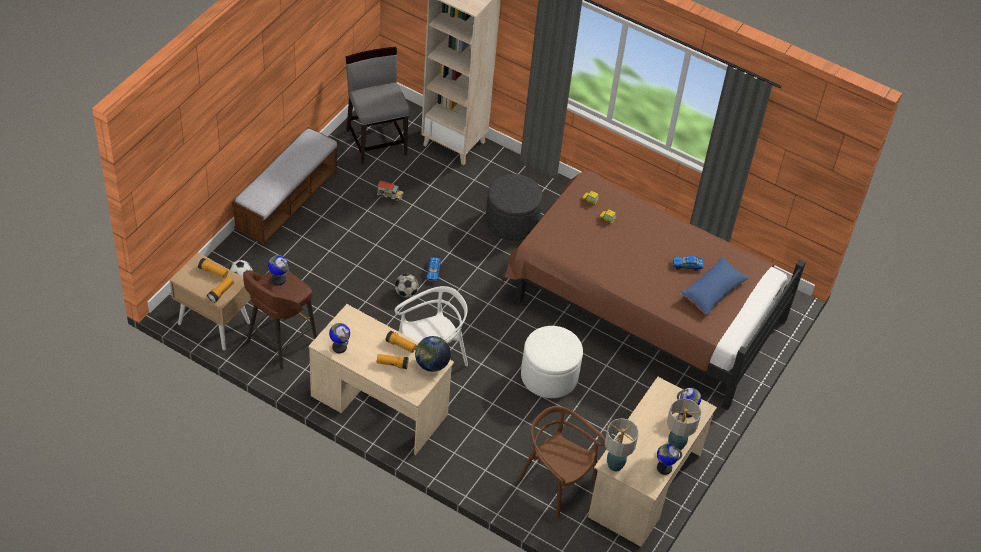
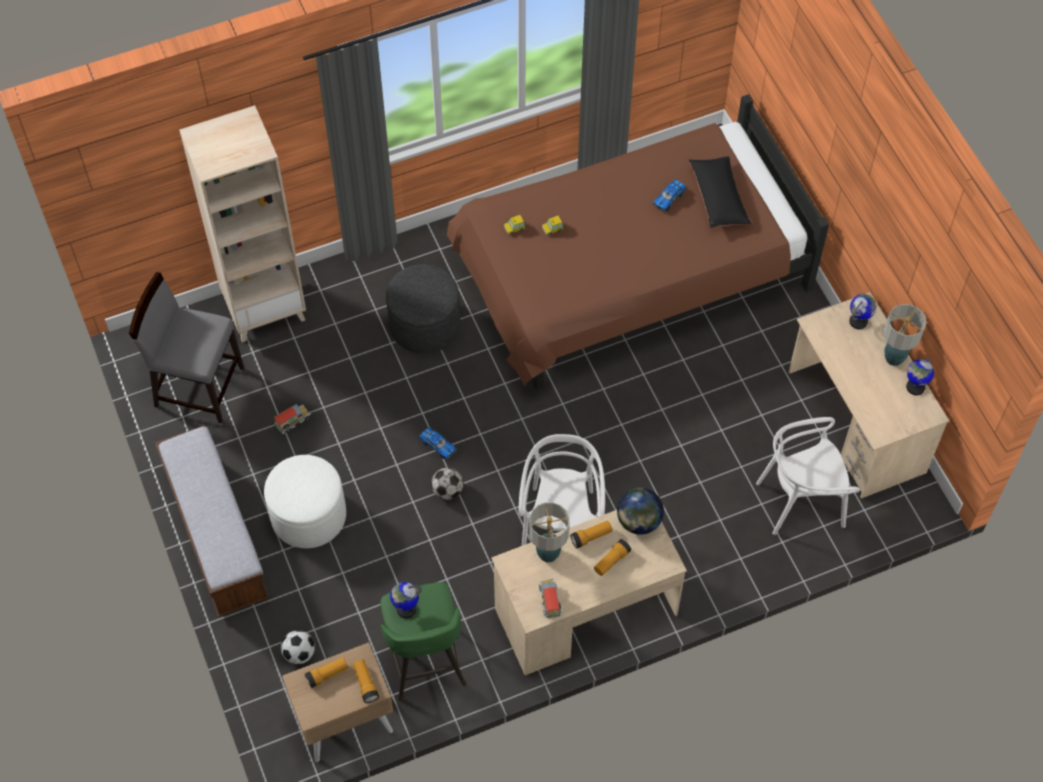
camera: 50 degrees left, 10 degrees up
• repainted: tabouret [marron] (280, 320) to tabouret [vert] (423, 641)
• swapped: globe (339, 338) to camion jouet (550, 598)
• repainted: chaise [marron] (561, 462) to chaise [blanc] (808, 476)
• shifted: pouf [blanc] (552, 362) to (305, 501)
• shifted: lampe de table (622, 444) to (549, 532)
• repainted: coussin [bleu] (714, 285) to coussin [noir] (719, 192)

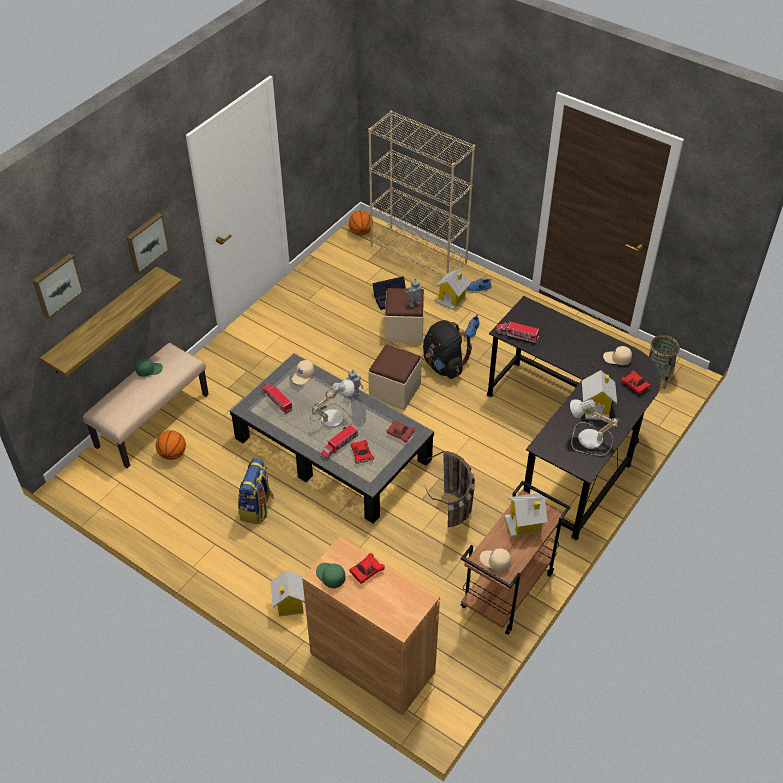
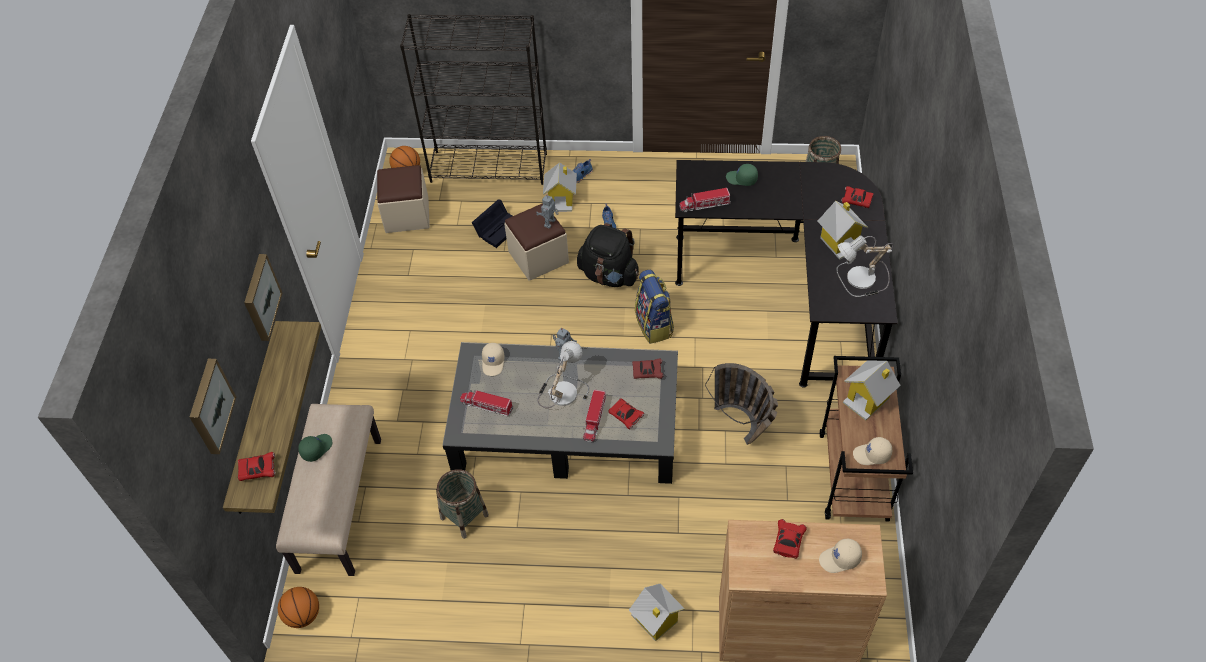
camera: 30 degrees left, 5 degrees up
• shifted: ballon de basket (171, 445) to (298, 607)
• shifted: sac à dos (256, 491) to (654, 307)
• shifted: casquette [vert] (331, 575) to (742, 175)
• repainted: bibliothèque [beige] (421, 194) to bibliothèque [noir] (473, 99)
• shifted: pouf [beige] (395, 377) to (403, 199)
• shifted: casquette [beige] (617, 355) to (840, 556)
• new: petite voiture [rouge] (257, 466)
• new: panier (462, 504)

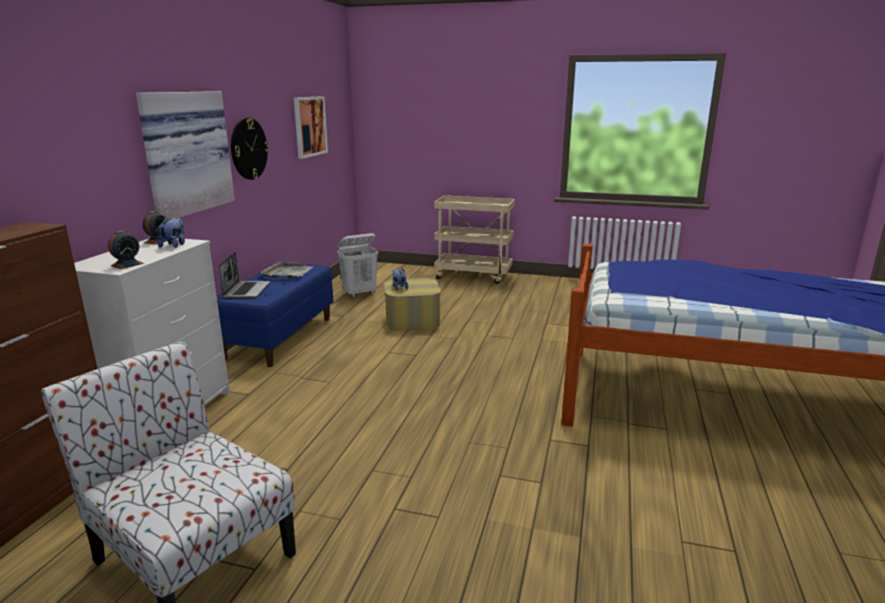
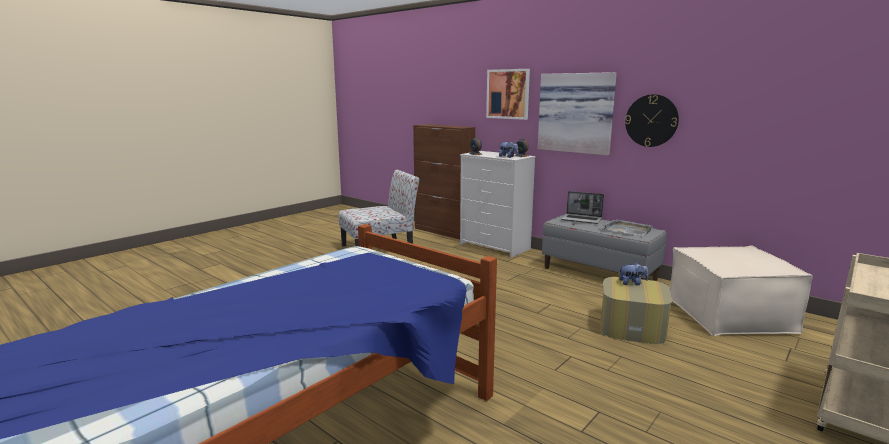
camera: 115 degrees right, 5 degrees down
• repainted: banc [bleu] (275, 315) to banc [gris] (604, 247)
• shifted: tableau (311, 127) to (508, 94)
• swapped: panier à linge [blanc] (357, 265) to pouf [beige] (741, 290)

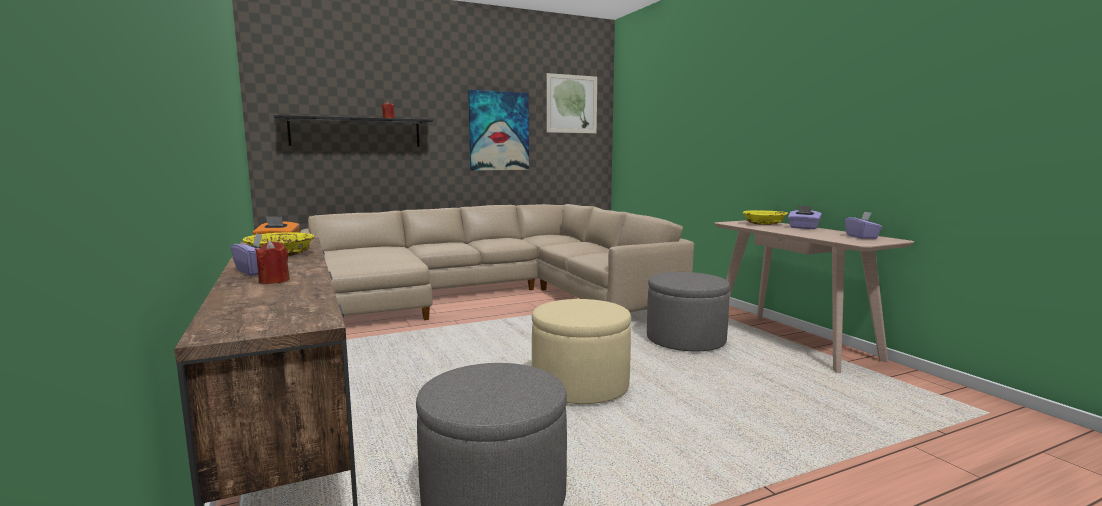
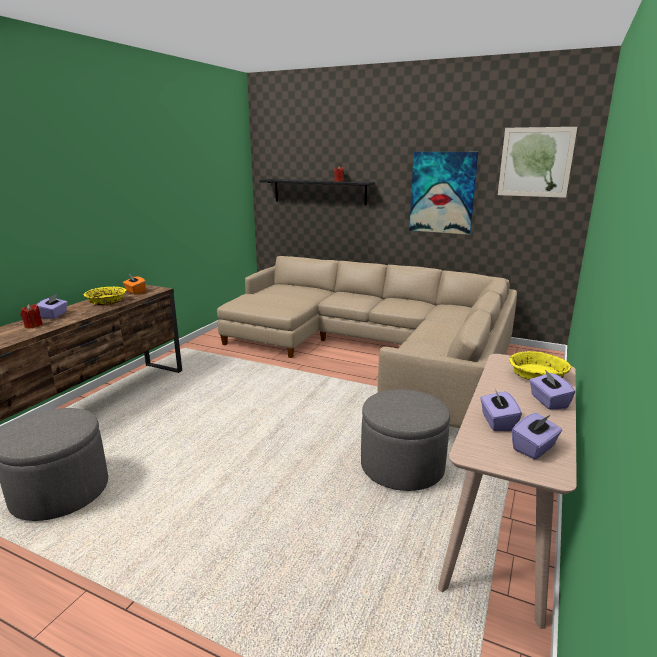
camera: 50 degrees right, 10 degrees up
• gone: pouf [beige] (581, 351)
• new: boîte à mouchoirs [violet] (501, 410)

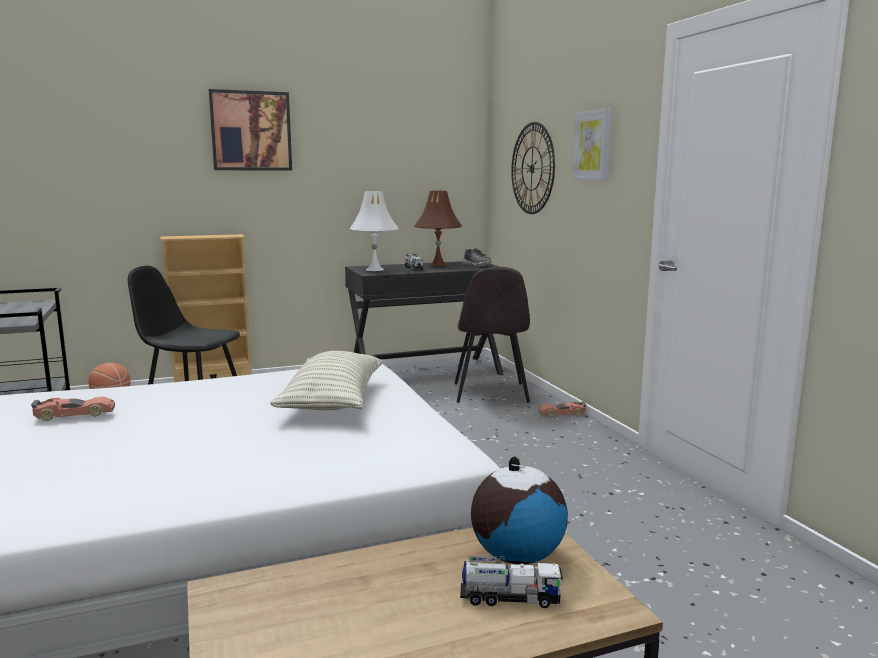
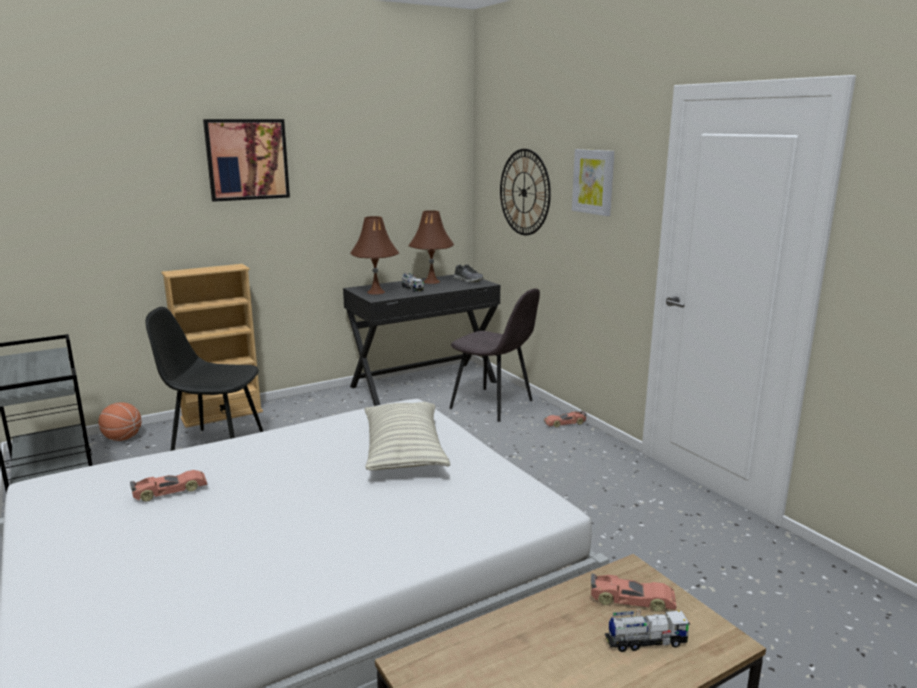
camera: 10 degrees left, 5 degrees up
• repainted: lampe de table [blanc] (374, 231) to lampe de table [marron] (374, 255)
• rotated: chaise [gris] (492, 335) = (495, 355) 45 degrees counterclockwise
• swapped: globe (519, 510) to petite voiture (633, 593)

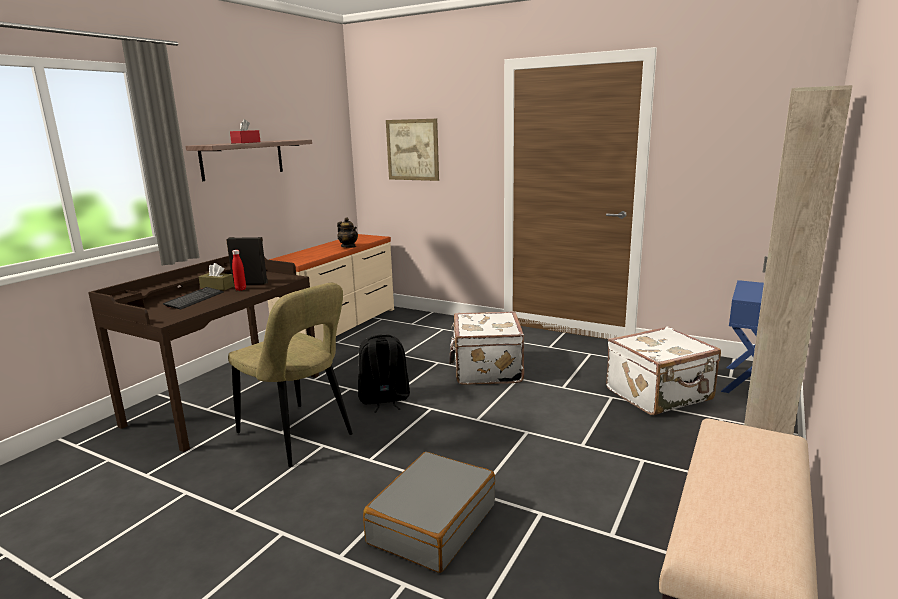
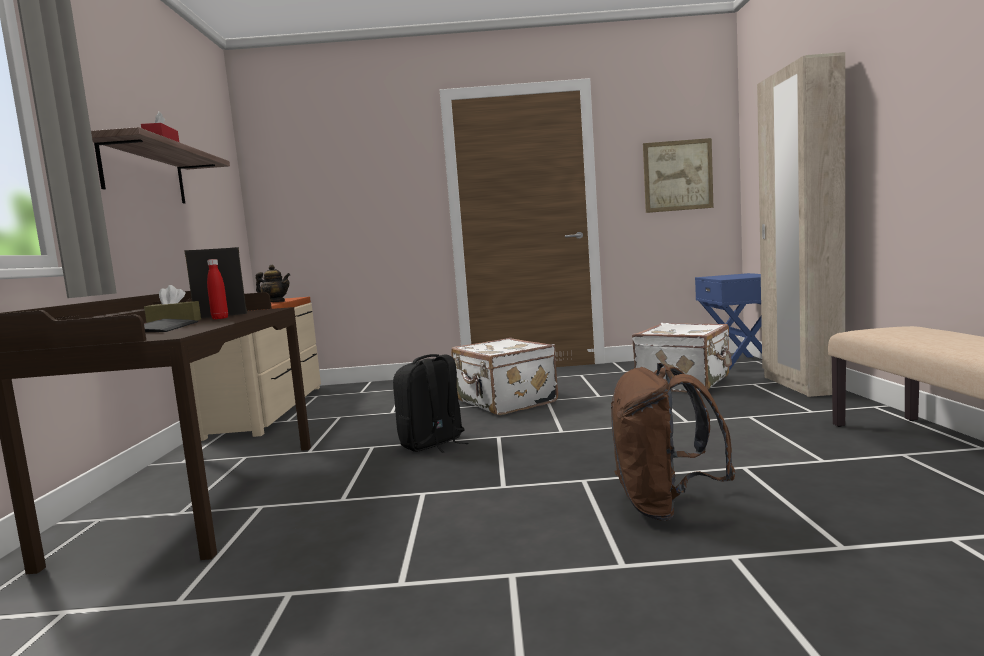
camera: 30 degrees left, 10 degrees down
• gone: chaise [beige] (290, 375)
• swapped: valise [gris] (429, 512) to sac à dos [marron] (673, 442)
• shifted: tableau (412, 150) to (678, 175)

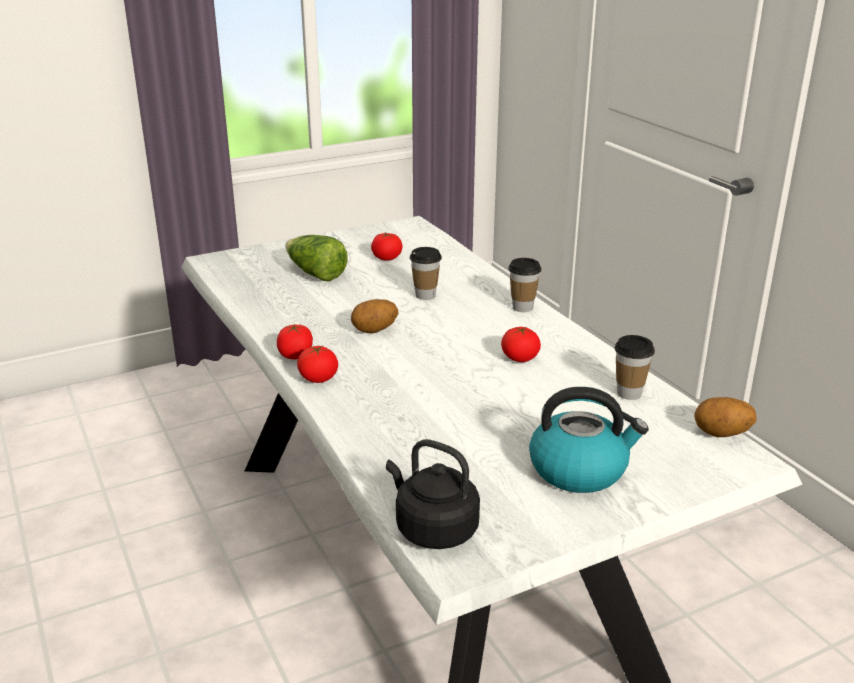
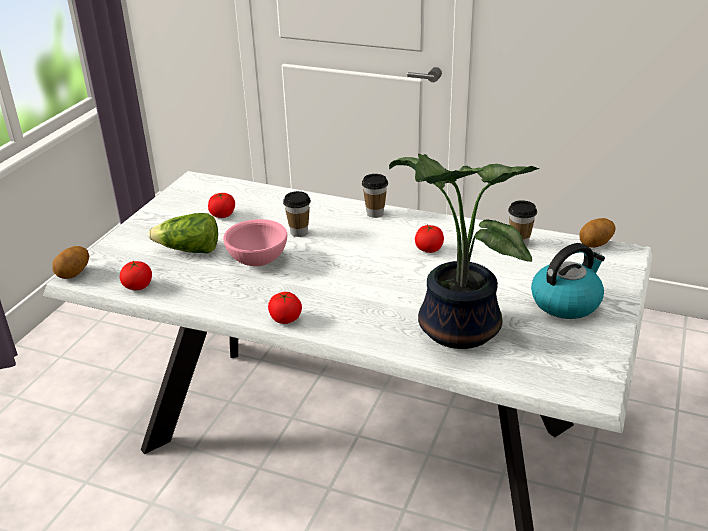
camera: 40 degrees left, 5 degrees up
• shifted: tomate (317, 364) to (136, 275)
• shifted: pomme de terre (375, 316) to (71, 262)
• gone: bouilloire [noir] (433, 494)
• new: bol [rose] (255, 242)
• new: plante en pot (464, 251)

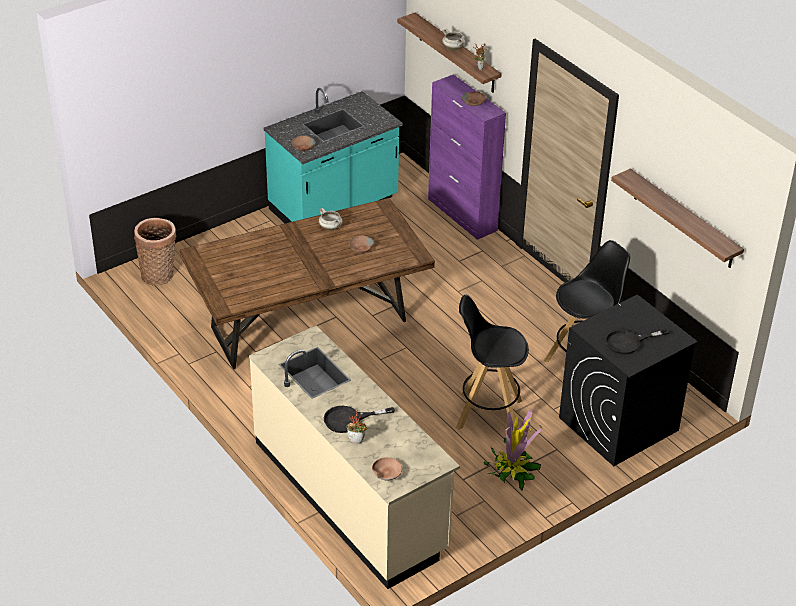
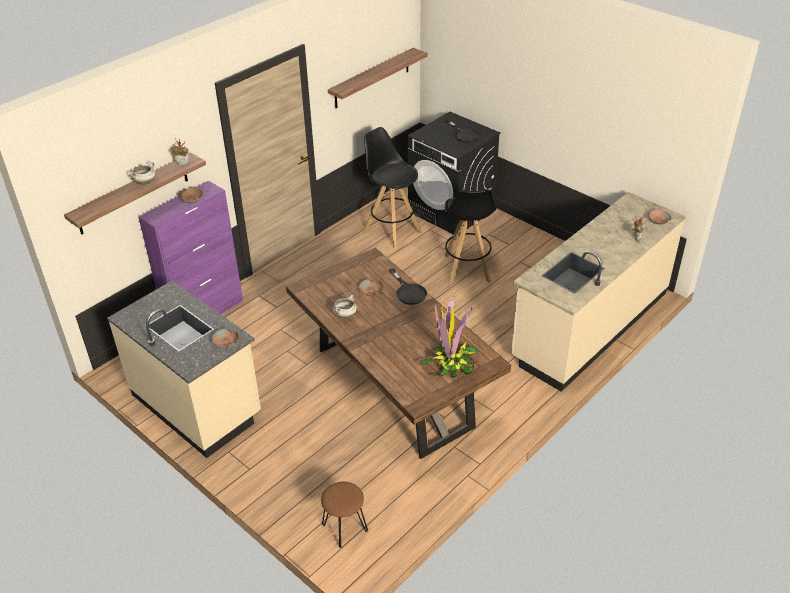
camera: 100 degrees left, 0 degrees up
• swapped: panier (155, 252) to tabouret [marron] (344, 515)
• repainted: comptoir de cuisine [turquoise] (333, 155) to comptoir de cuisine [beige] (184, 369)
• shifted: poêle [noir] (359, 419) to (408, 286)
• shifted: plante en pot (513, 449) to (449, 336)

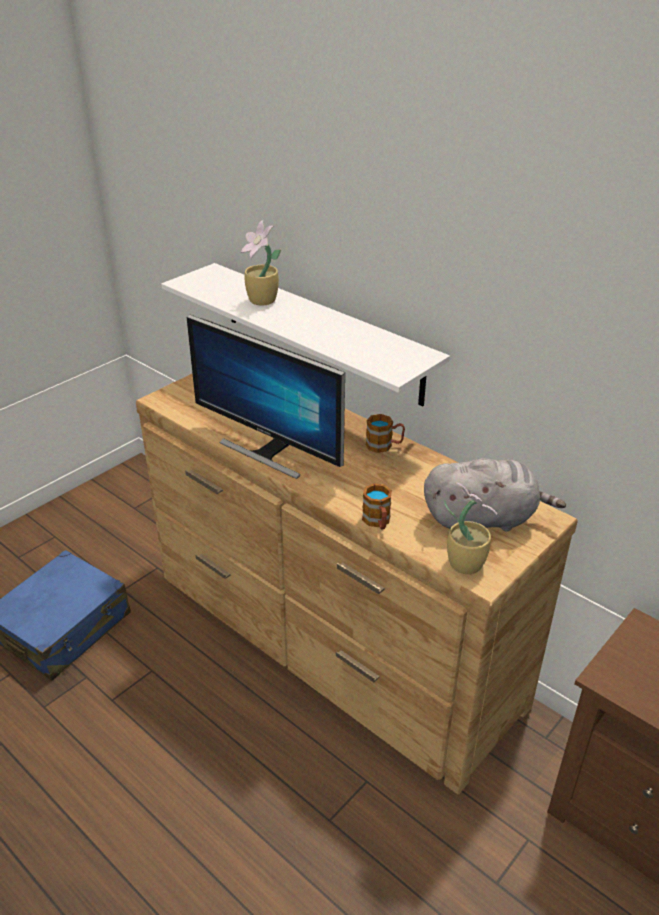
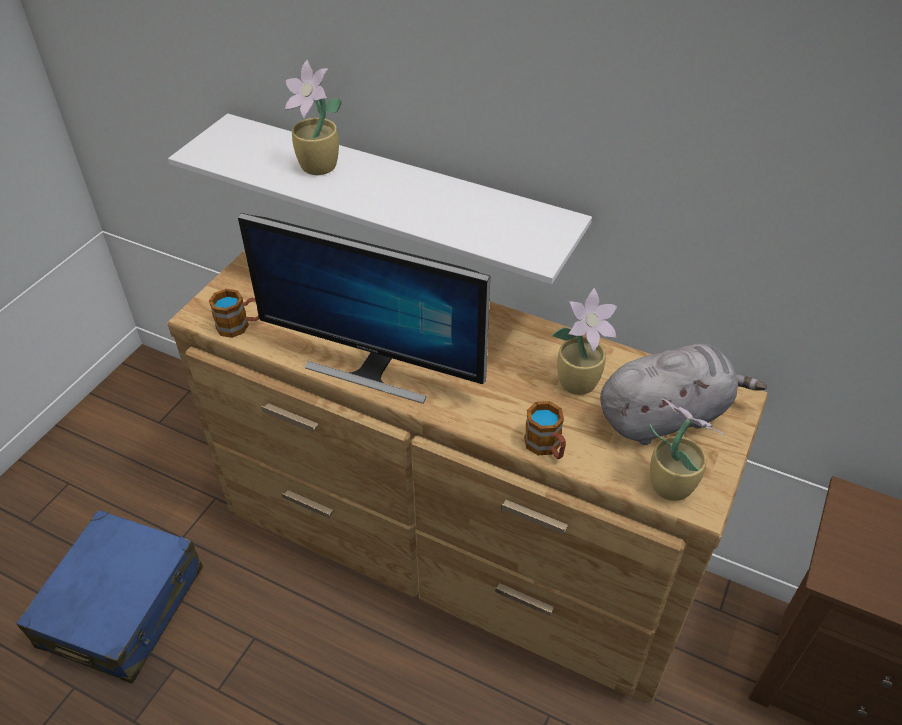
camera: 15 degrees left, 10 degrees up
• shifted: mug (385, 433) to (234, 313)
• new: plante en pot (584, 341)

